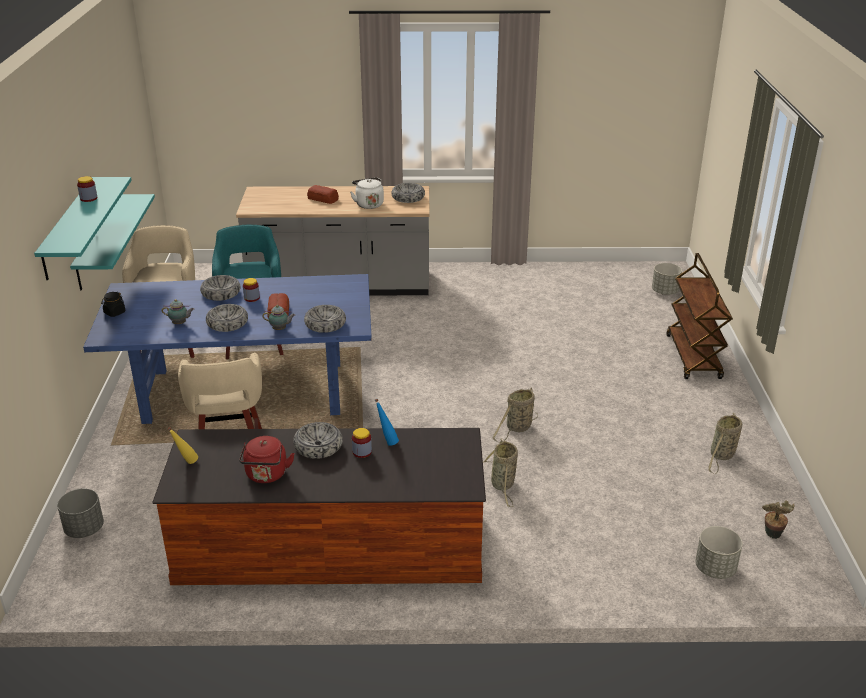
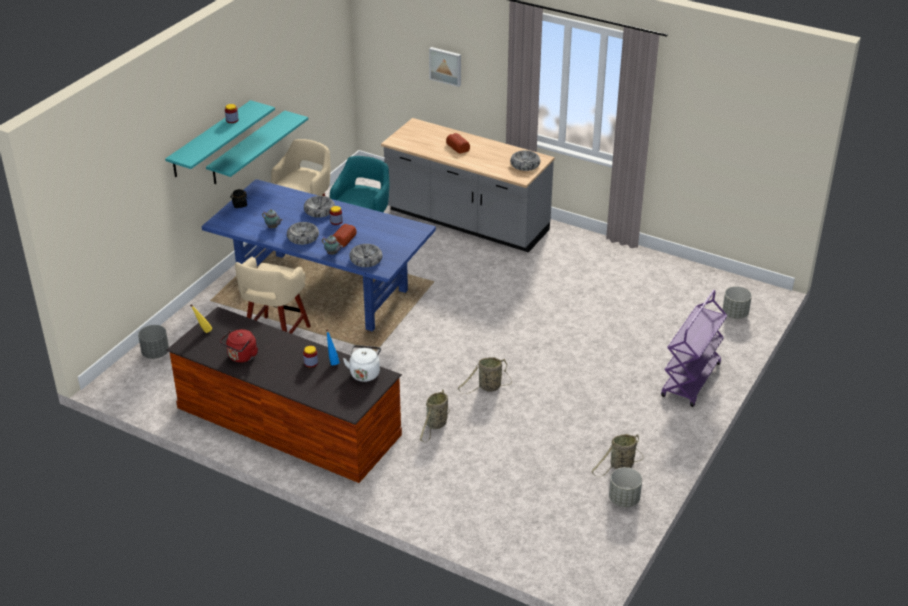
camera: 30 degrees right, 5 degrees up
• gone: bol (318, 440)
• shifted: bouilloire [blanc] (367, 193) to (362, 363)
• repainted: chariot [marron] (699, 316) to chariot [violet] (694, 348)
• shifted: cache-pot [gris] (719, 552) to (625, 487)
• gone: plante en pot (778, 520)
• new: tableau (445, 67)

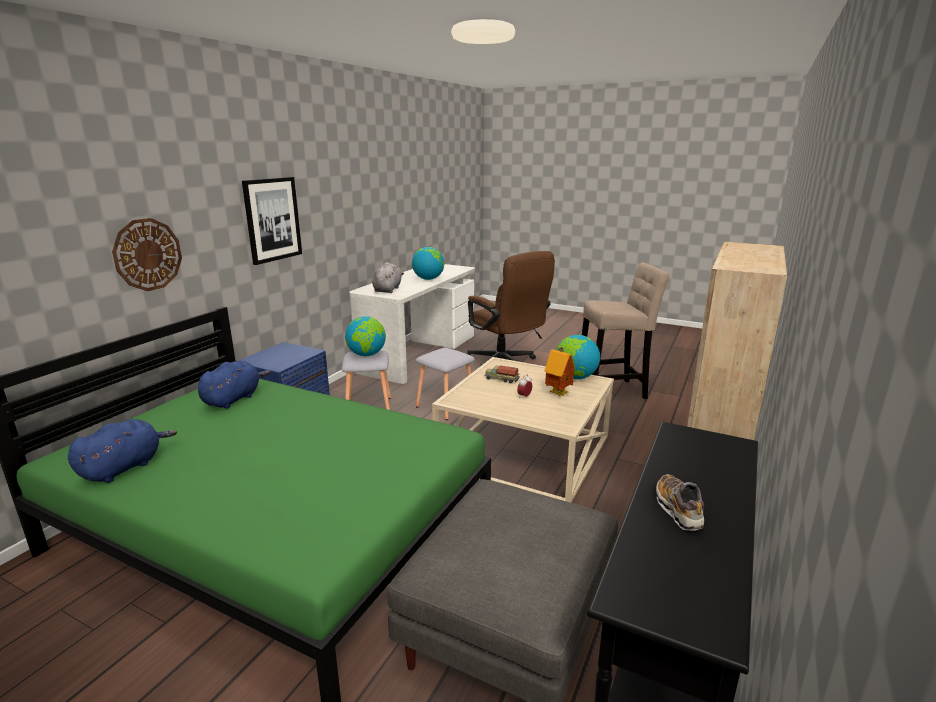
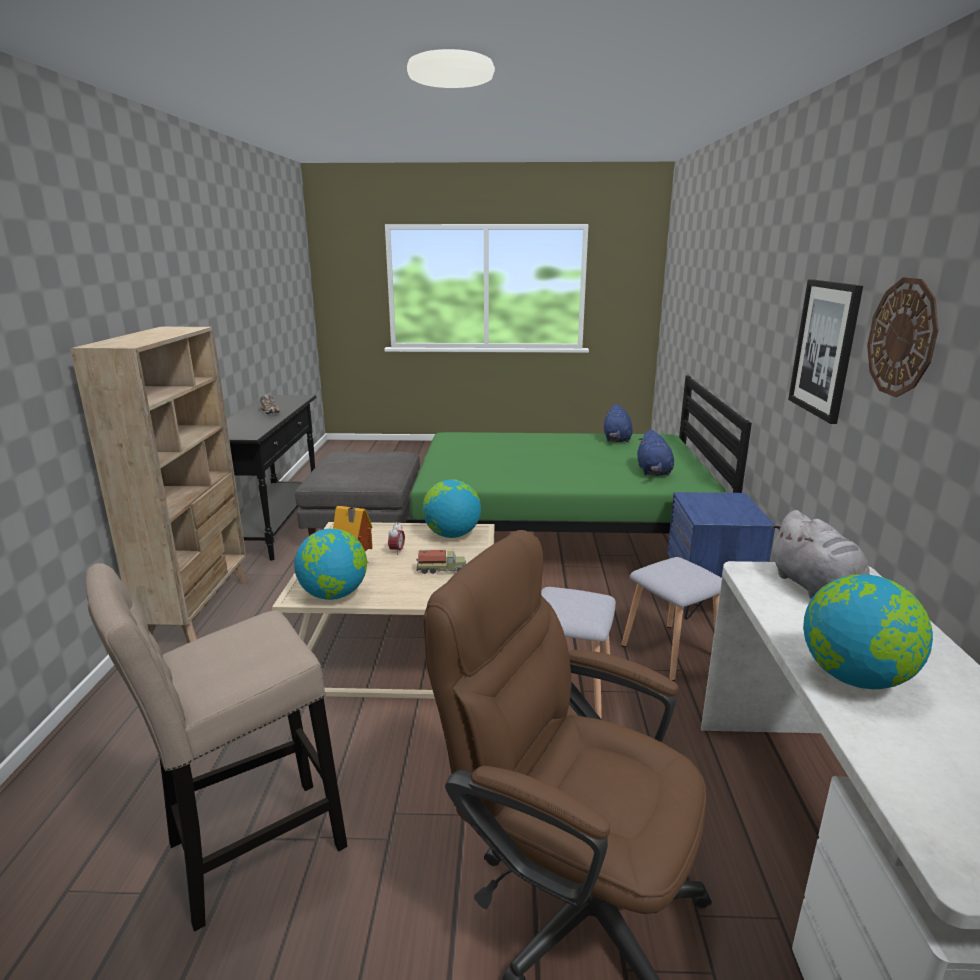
camera: 155 degrees right, 0 degrees up
• shifted: horloge murale (147, 254) to (903, 337)
• shifted: globe (365, 336) to (451, 508)

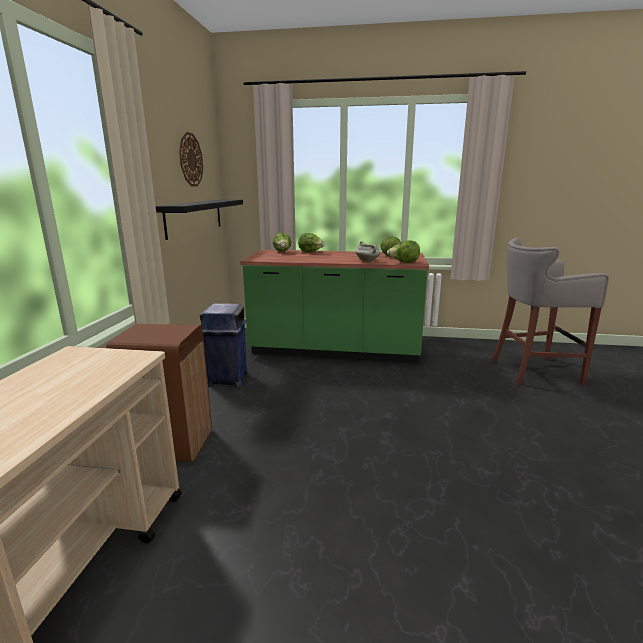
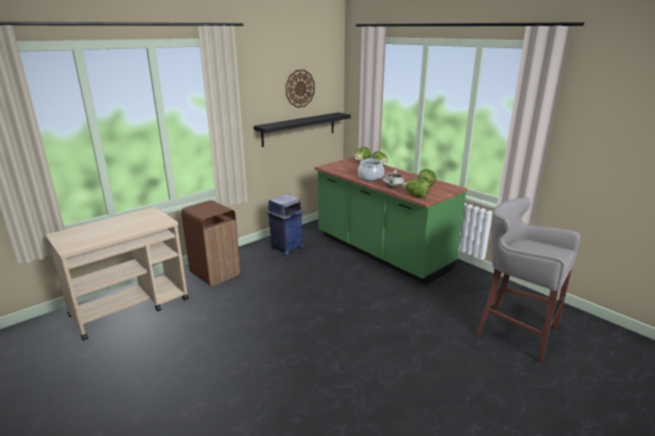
camera: 40 degrees right, 5 degrees up
• new: marmite (371, 169)

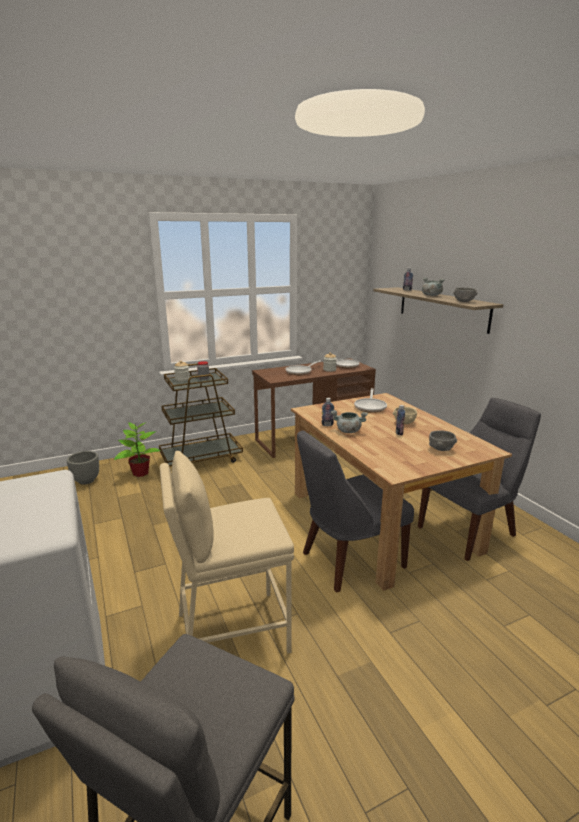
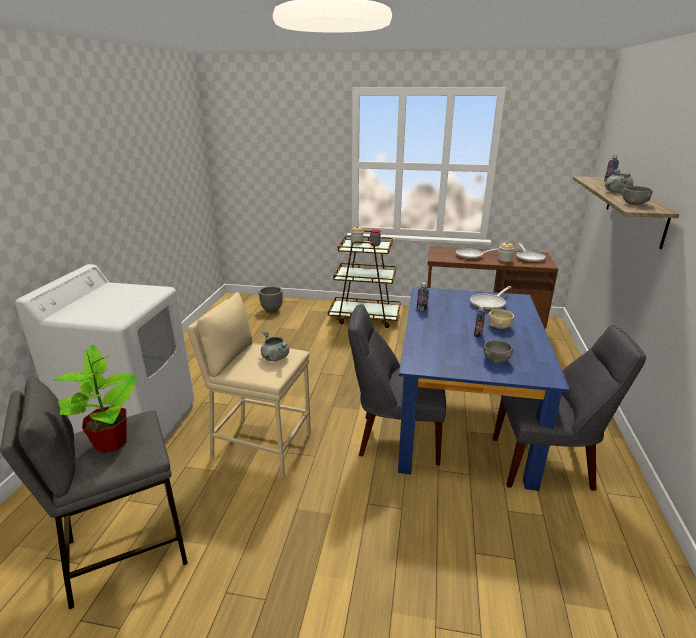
camera: 35 degrees right, 5 degrees up
• shifted: plante en pot (137, 449) to (94, 399)
• repainted: table à manger [marron] (401, 492) to table à manger [bleu] (484, 389)
• shifted: marmite [gris] (349, 421) to (275, 346)

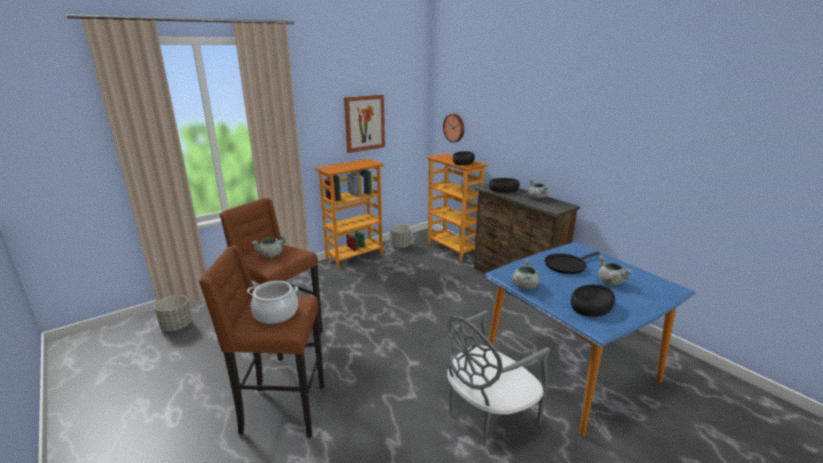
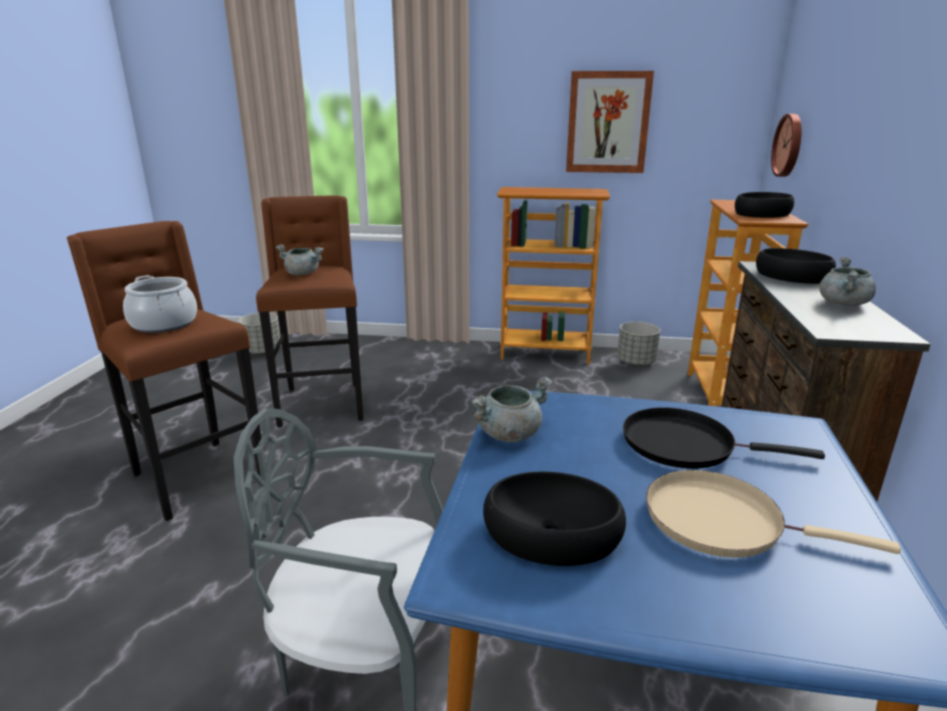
camera: 45 degrees right, 0 degrees up
• swapped: marmite [gris] (615, 270) to poêle [beige] (773, 514)

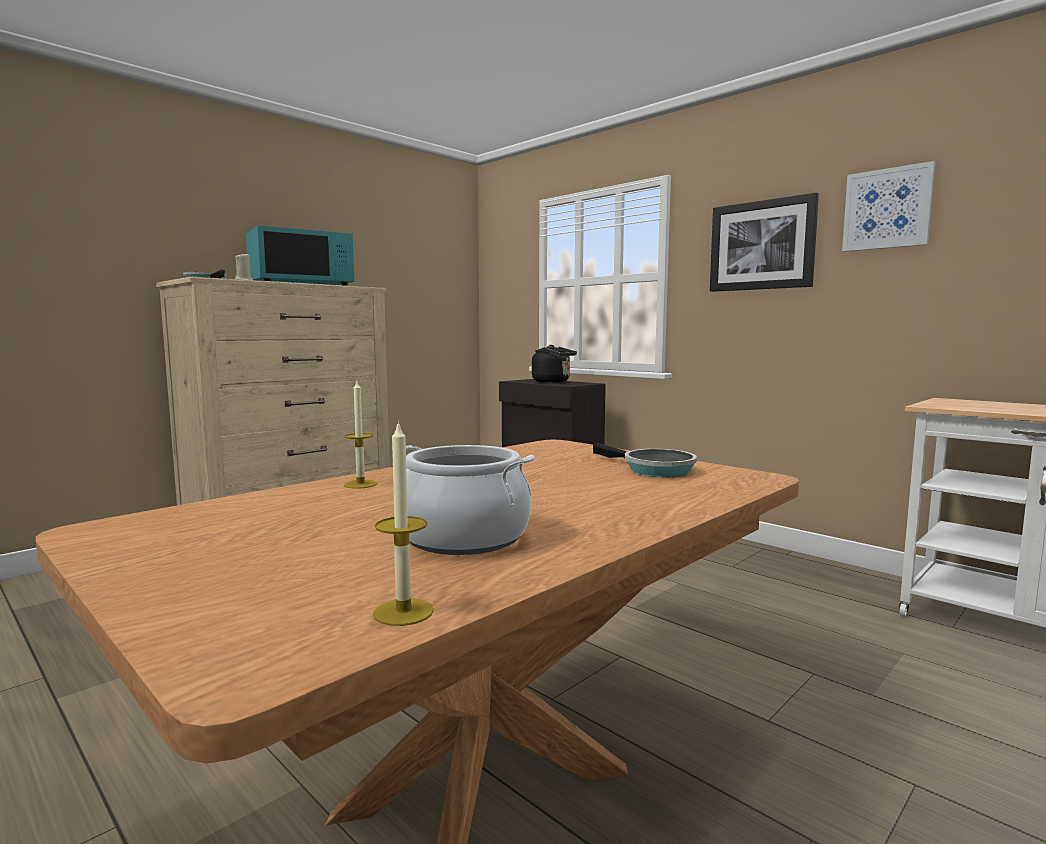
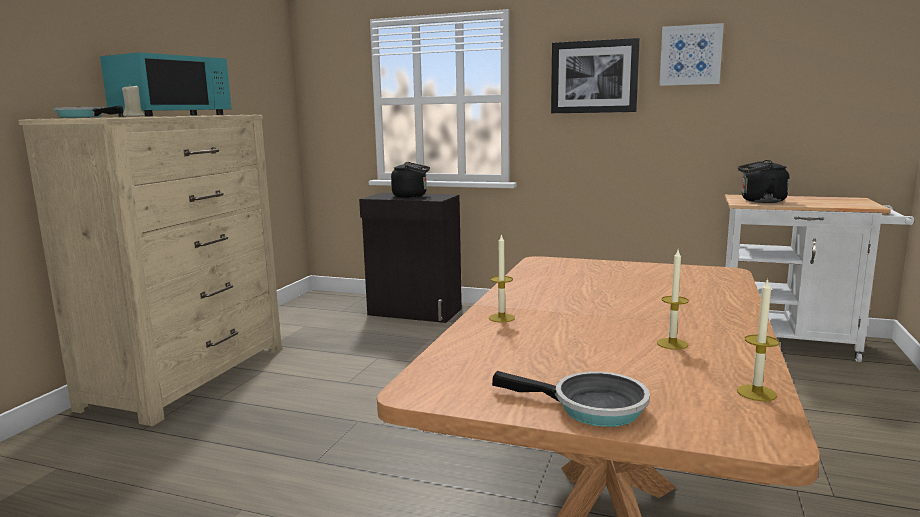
camera: 25 degrees left, 5 degrees up
• swapped: marmite (470, 500) to bougie (673, 300)
• shifted: poêle (645, 459) to (571, 399)
• new: bouilloire [noir] (763, 181)

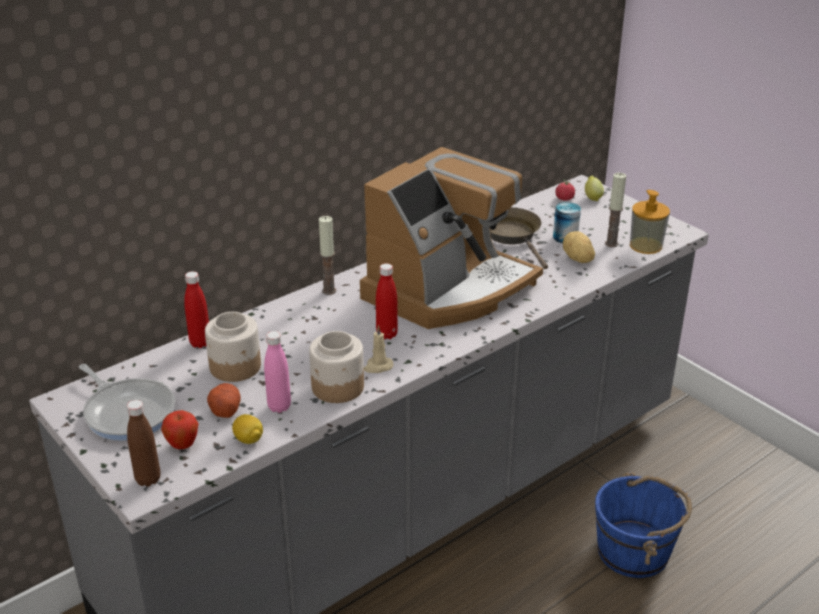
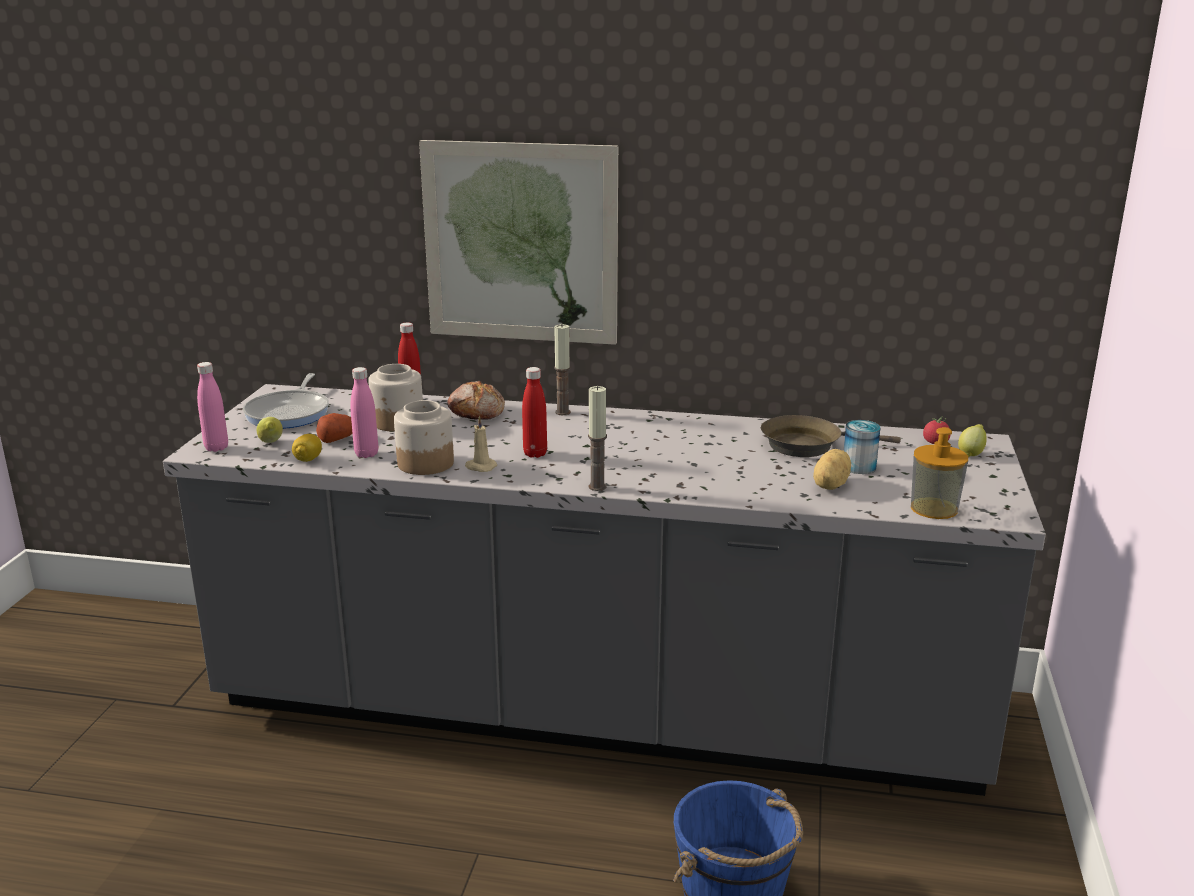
camera: 50 degrees right, 10 degrees down
• repainted: bouteille [marron] (143, 443) to bouteille [rose] (212, 407)
• swapped: pomme (180, 429) to citron (269, 430)
• gone: machine à café (451, 238)
• rotated: poêle [marron] (519, 238) = (831, 436) 120 degrees counterclockwise
• shifted: bougie (615, 210) to (597, 438)
• new: tableau (518, 242)
• new: pain (476, 400)

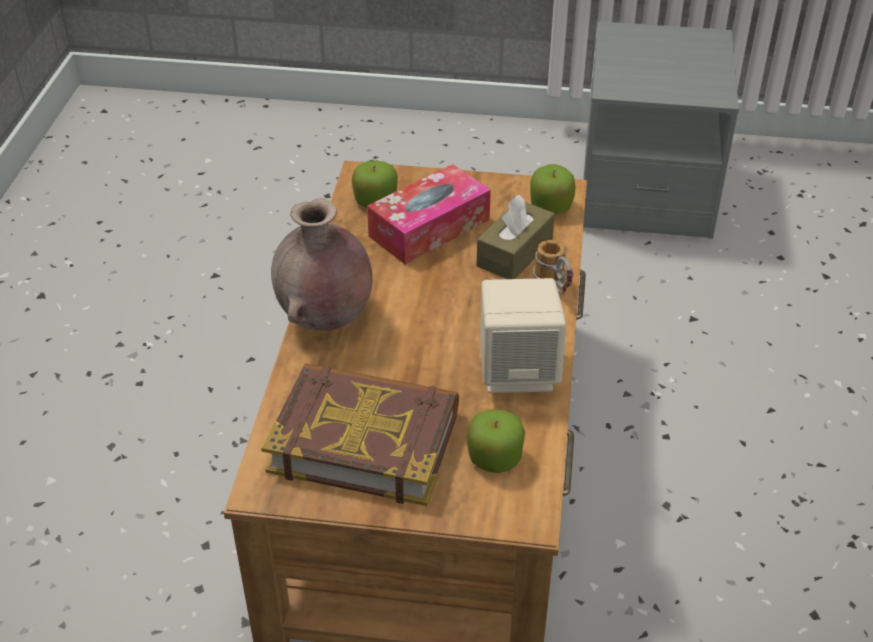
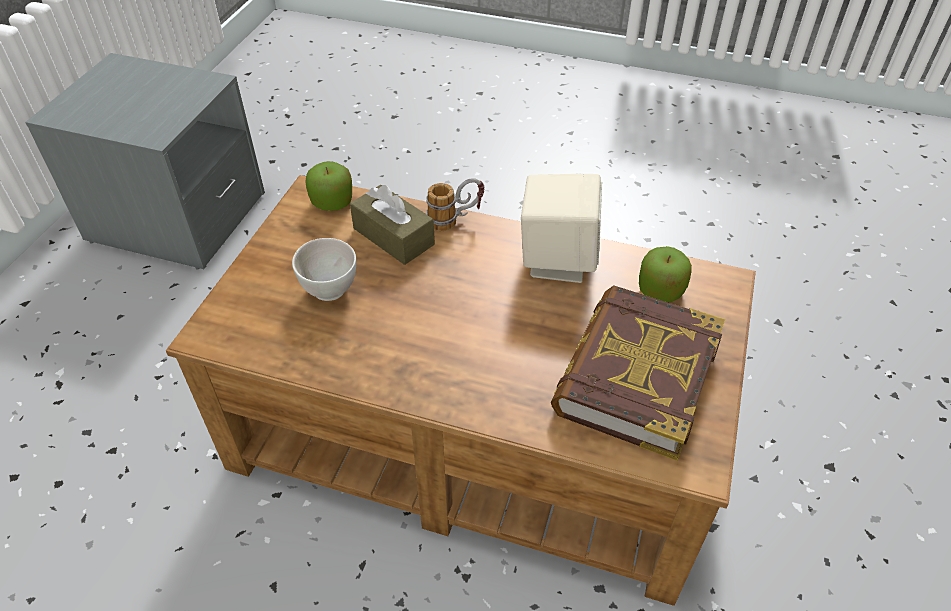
camera: 80 degrees left, 5 degrees up
• gone: vase [marron] (322, 264)
• gone: pomme (375, 184)
• swapped: boîte à mouchoirs (429, 214) to bol [blanc] (324, 269)

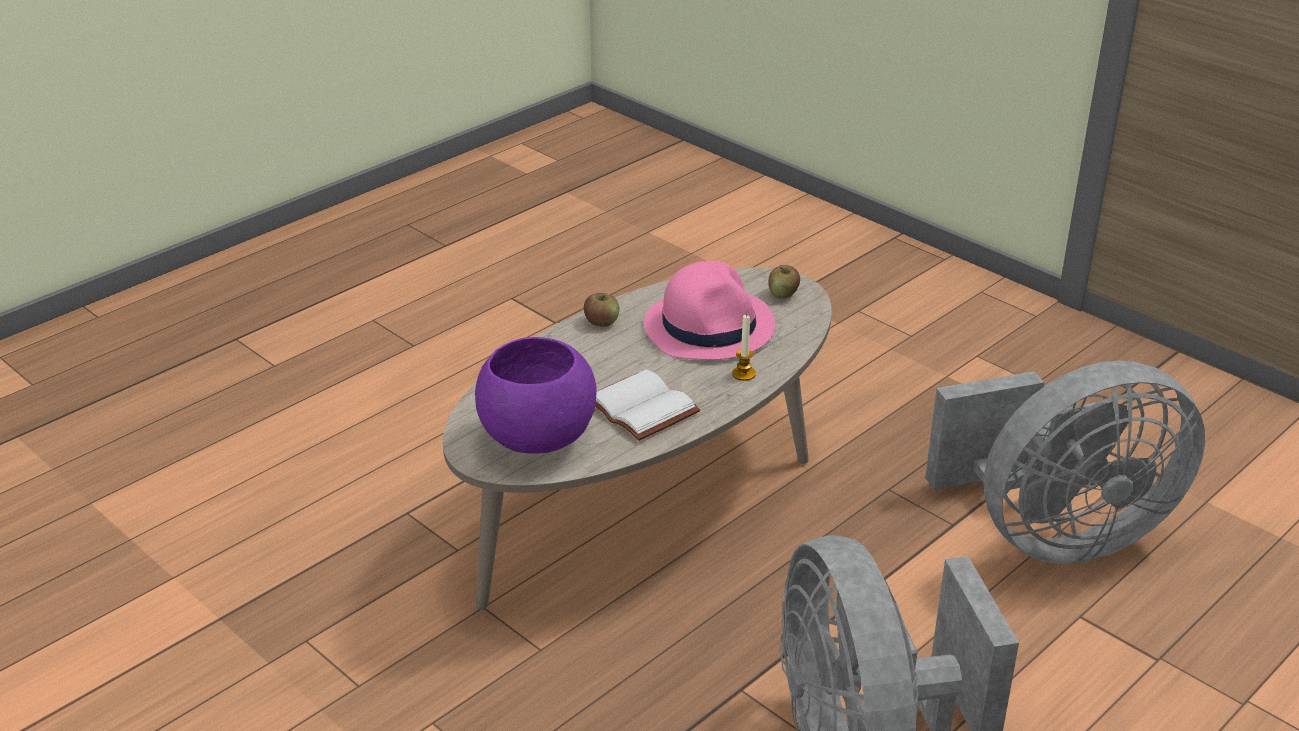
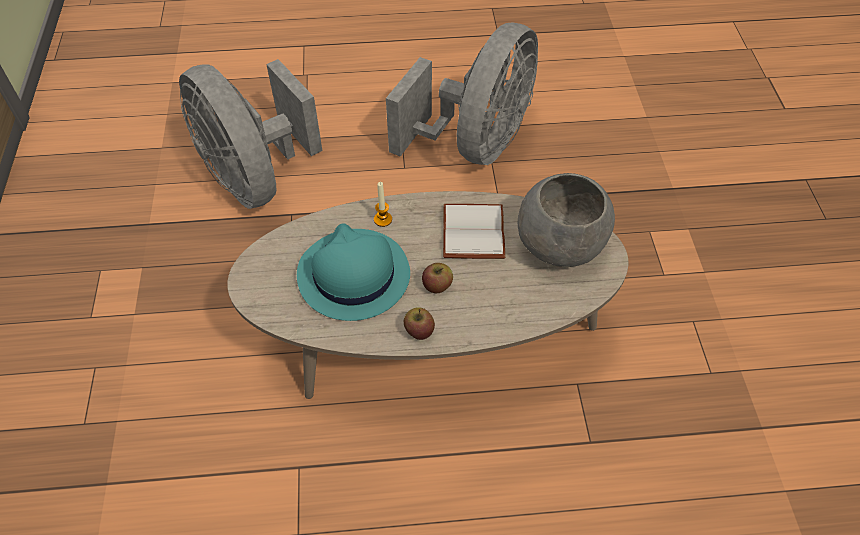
camera: 140 degrees left, 20 degrees up
• repainted: bol [violet] (535, 395) to bol [gris] (566, 220)
• repainted: chapeau [rose] (709, 310) to chapeau [turquoise] (353, 272)
• shifted: pomme (784, 282) to (437, 278)
• rotated: ventilateur [gris] (1065, 462) = (251, 134) 150 degrees counterclockwise

